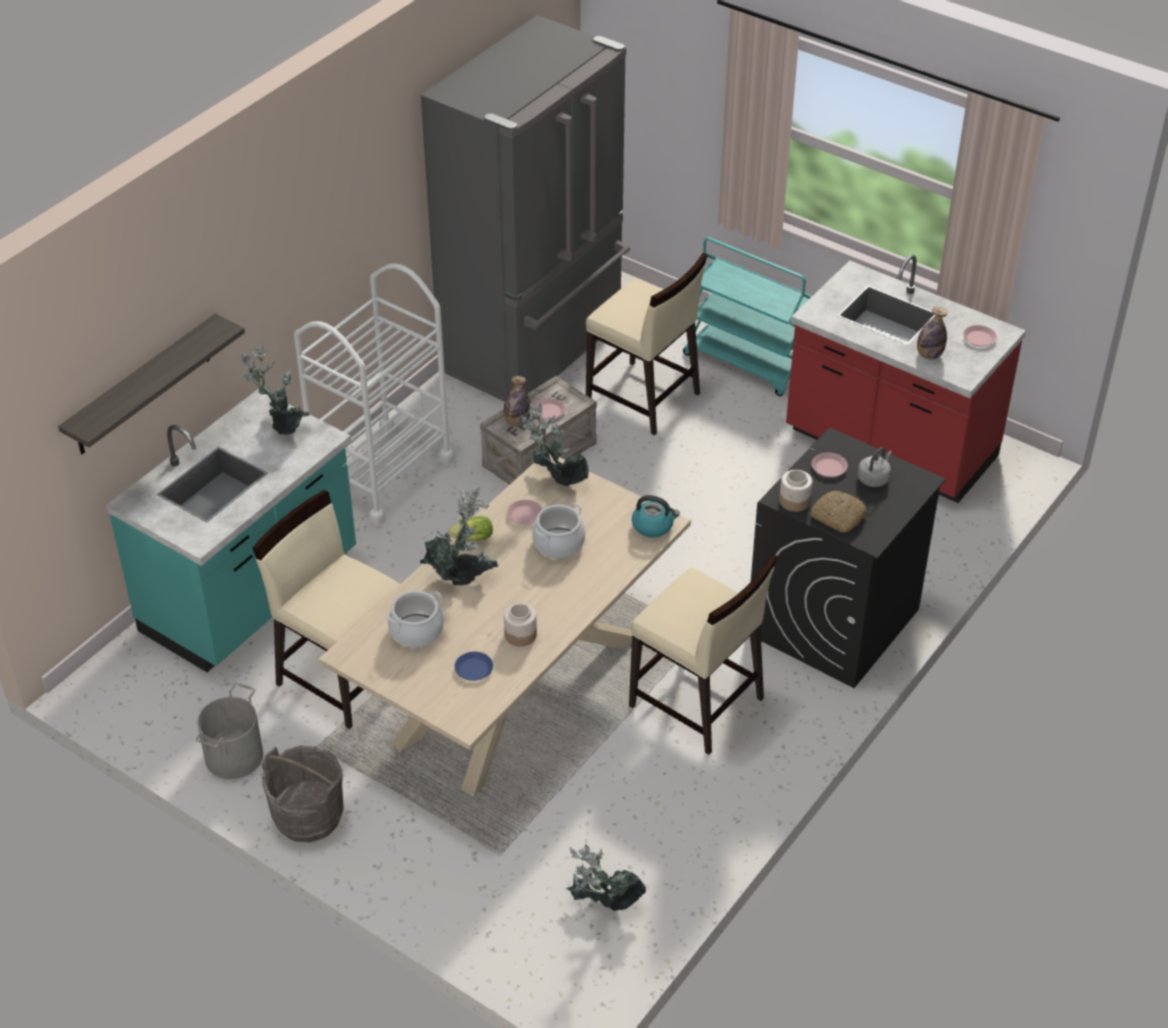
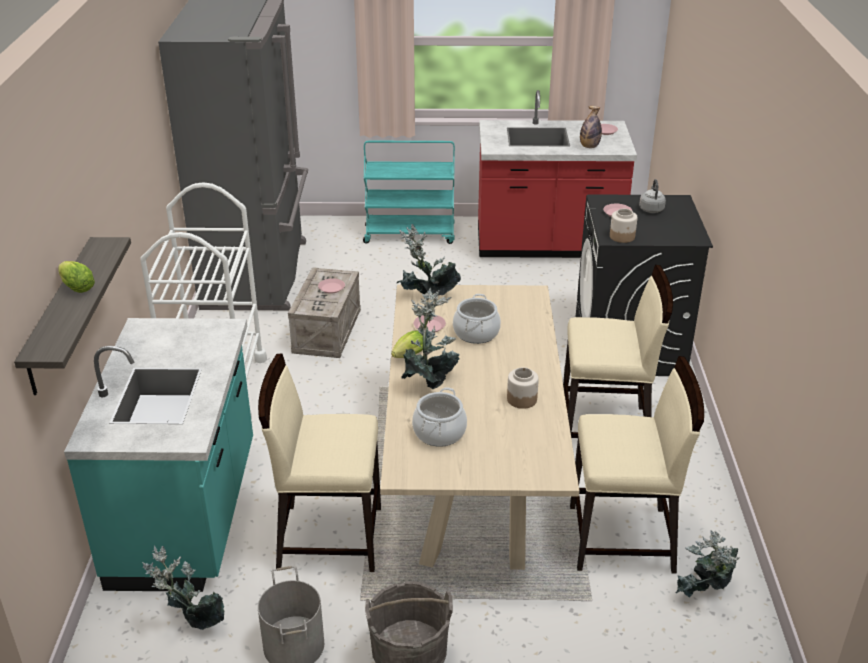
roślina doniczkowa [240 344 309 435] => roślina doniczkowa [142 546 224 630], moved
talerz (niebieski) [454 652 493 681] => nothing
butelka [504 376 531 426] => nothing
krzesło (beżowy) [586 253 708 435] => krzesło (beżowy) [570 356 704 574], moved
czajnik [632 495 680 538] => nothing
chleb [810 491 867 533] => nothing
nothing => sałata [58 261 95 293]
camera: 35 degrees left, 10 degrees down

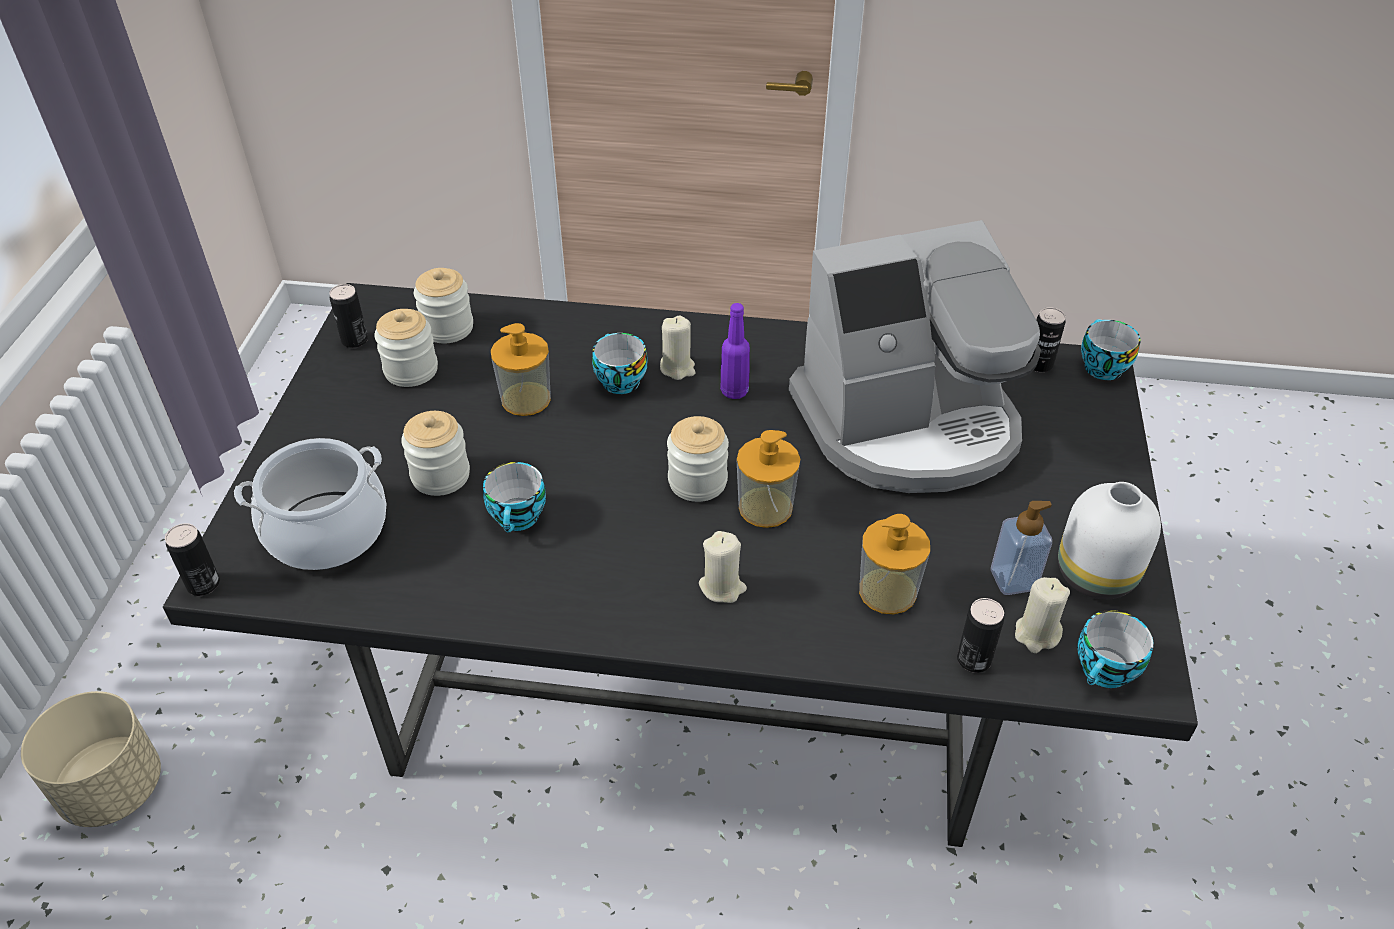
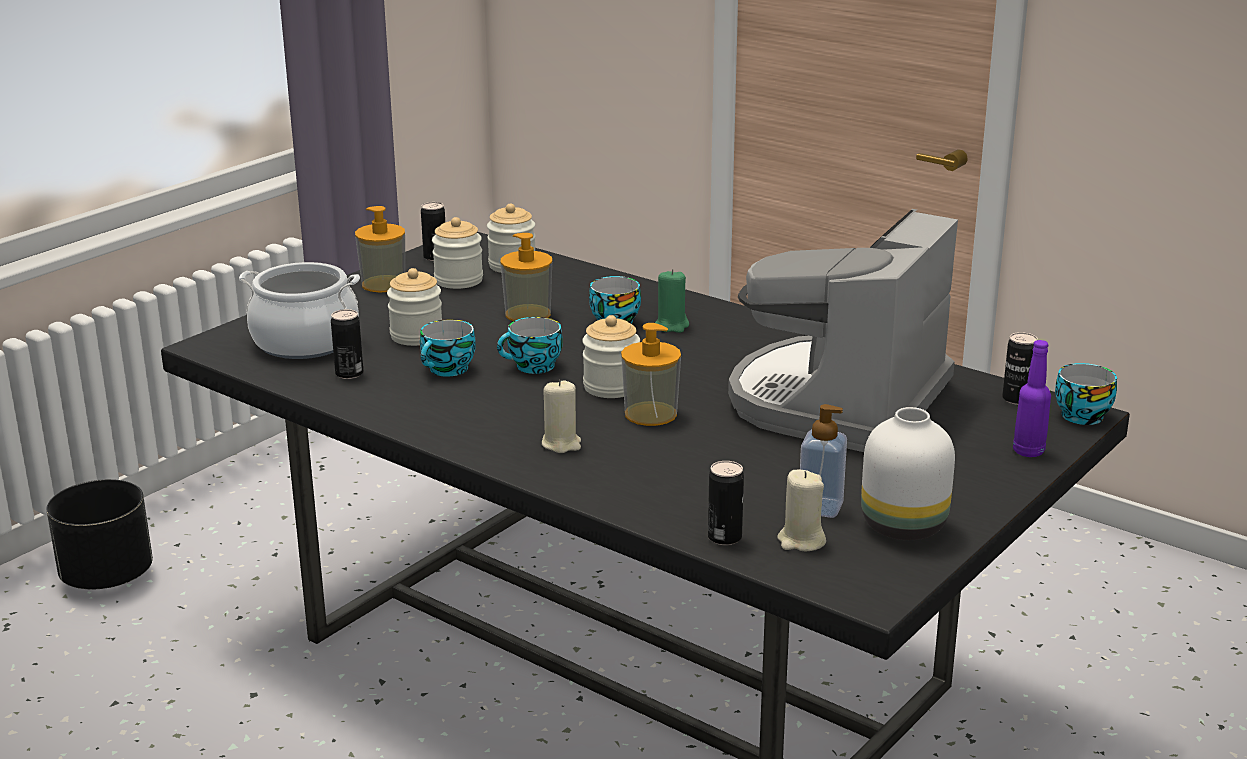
donica (beżowy) [21 691 161 827] => donica (czarny) [47 479 153 589]
puszka [165 523 220 596] => puszka [331 309 364 379], moved
świeca (beżowy) [660 315 695 380] => świeca (zielony) [655 269 689 333]
butelka (fioletowy) [720 303 750 399] => butelka (fioletowy) [1013 340 1051 457], moved
ekspres do kawy [789 220 1041 493] => ekspres do kawy [728 209 958 452], 105 degrees clockwise
dozownik mydła [859 514 930 614] => dozownik mydła [355 206 405 292], moved
filiżanka [1077 610 1153 688] => filiżanka [497 317 563 374], moved
camera: 30 degrees right, 20 degrees down

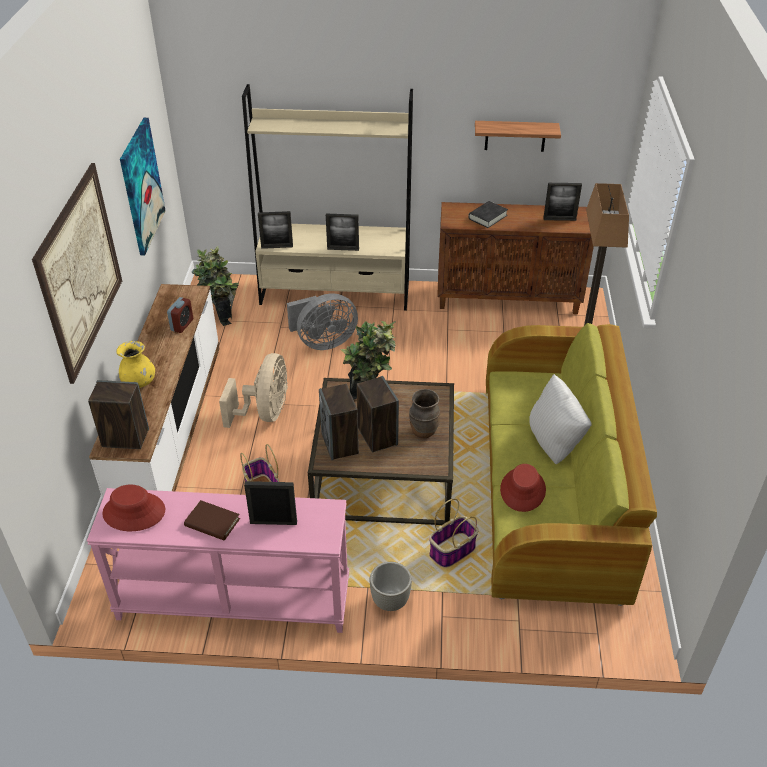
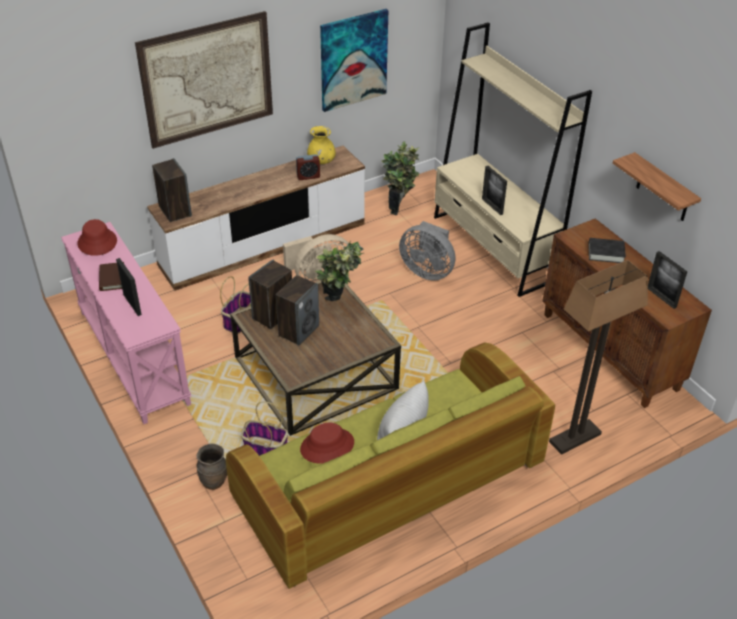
wazon (żółty) [117 341 155 388] => wazon (żółty) [307 126 336 164], moved
ramka na zdjęcie [258 211 293 249] => nothing
donica (szary) [370 562 412 611] => nothing
wazon (brązowy) [409 389 440 438] => wazon (brązowy) [196 443 227 490], moved
camera: 55 degrees right, 0 degrees up

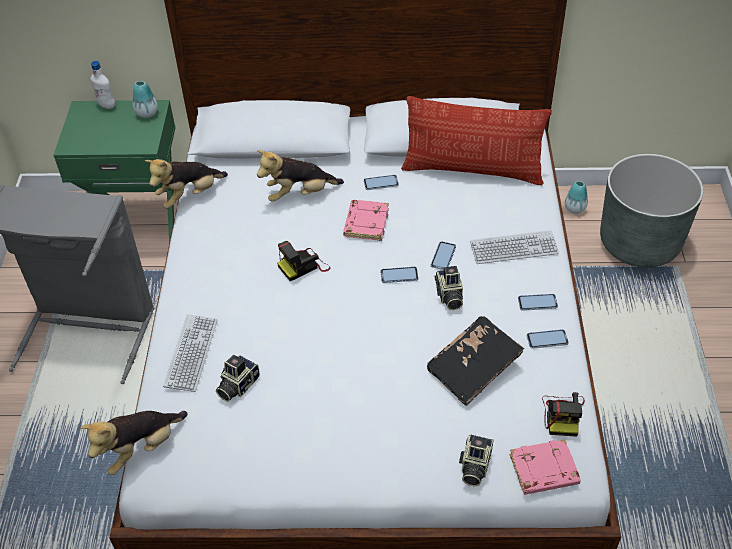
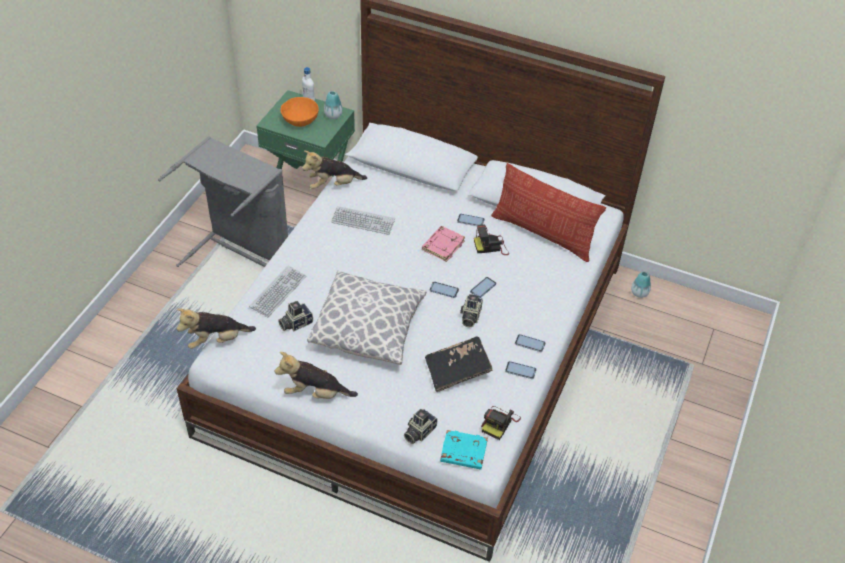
pluszak [257 150 344 202] => pluszak [274 352 358 399], moved
aparat fotograficzny [277 241 330 281] => aparat fotograficzny [474 224 509 255], moved
klawiatura [470 230 559 264] => klawiatura [331 206 395 235], moved
książka (różowy) [509 439 581 495] => książka (turkusowy) [440 430 488 469]
donica (szary) [600 154 703 268] => nothing
nothing => miska (pomarańczowy) [280 97 319 127]
nothing => poduszka [307 271 426 365]
camera: 20 degrees right, 0 degrees up

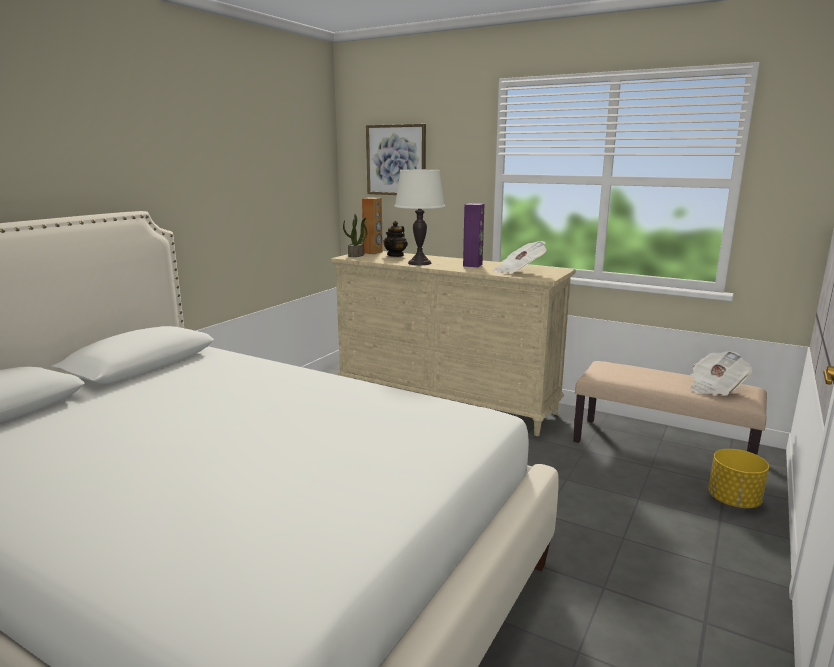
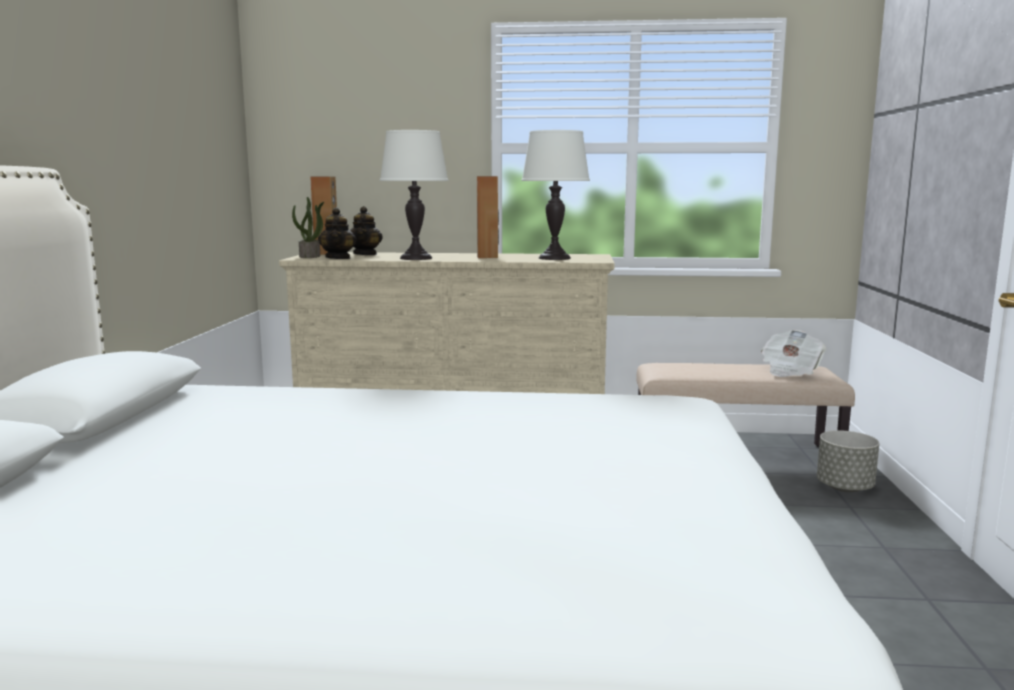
obraz [366 124 426 195] => nothing
głośnik (fioletowy) [463 203 484 267] => głośnik (brązowy) [477 176 499 258]
gazeta [493 241 547 273] => lampa stołowa (biały) [521 130 590 260]
donica (żółty) [708 449 769 508] => donica (szary) [817 430 880 492]
nothing => imbryk [318 208 356 259]
camera: 25 degrees left, 5 degrees down

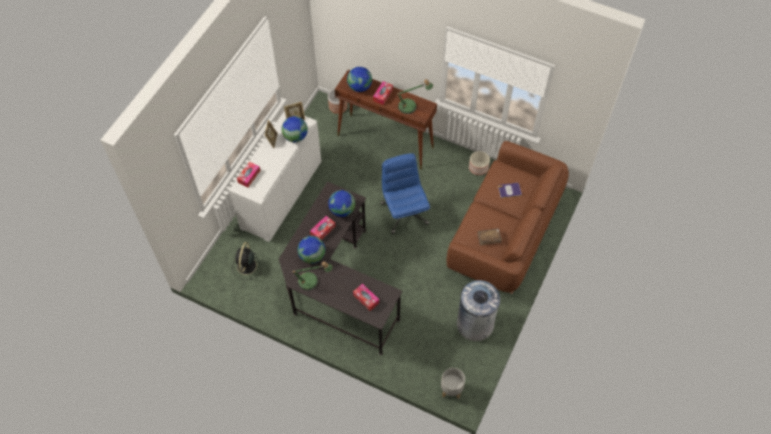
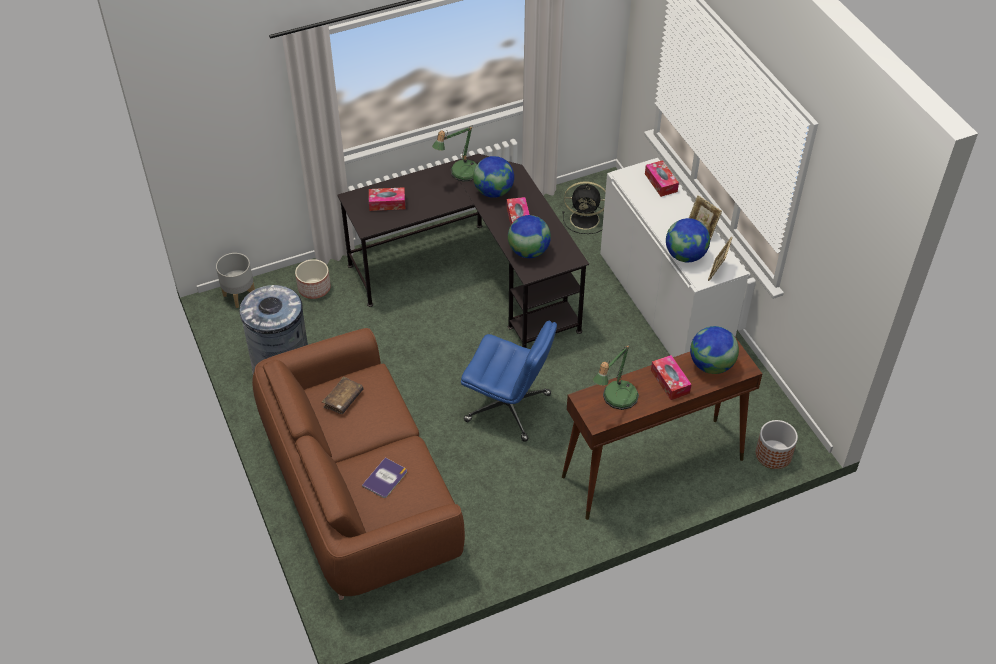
wentylator (czarny) [232 242 261 280] => wentylator (czarny) [562 181 606 234], 135 degrees clockwise
donica [469 151 490 175] => donica [295 259 331 299], moved
camera: 130 degrees right, 10 degrees down

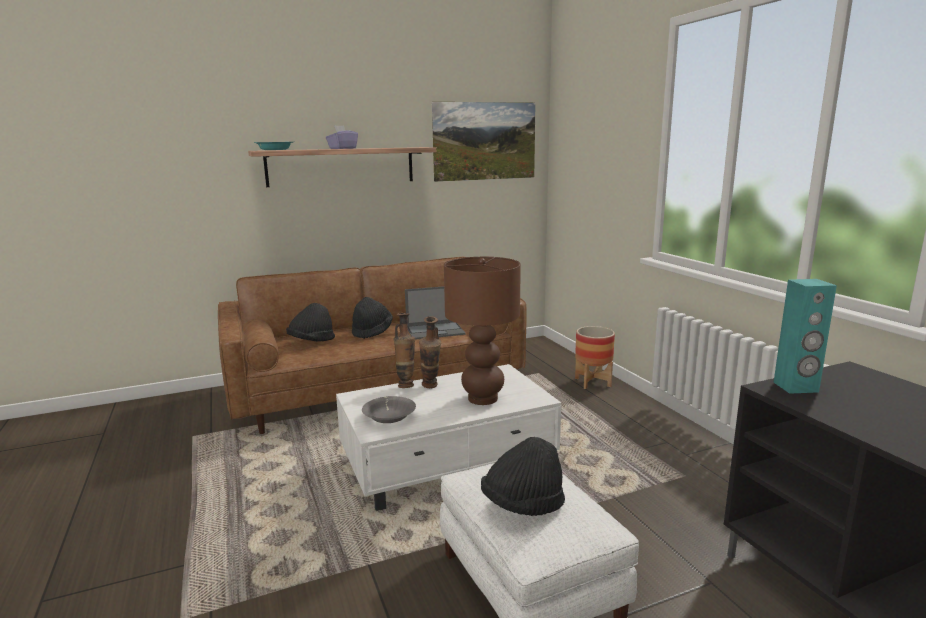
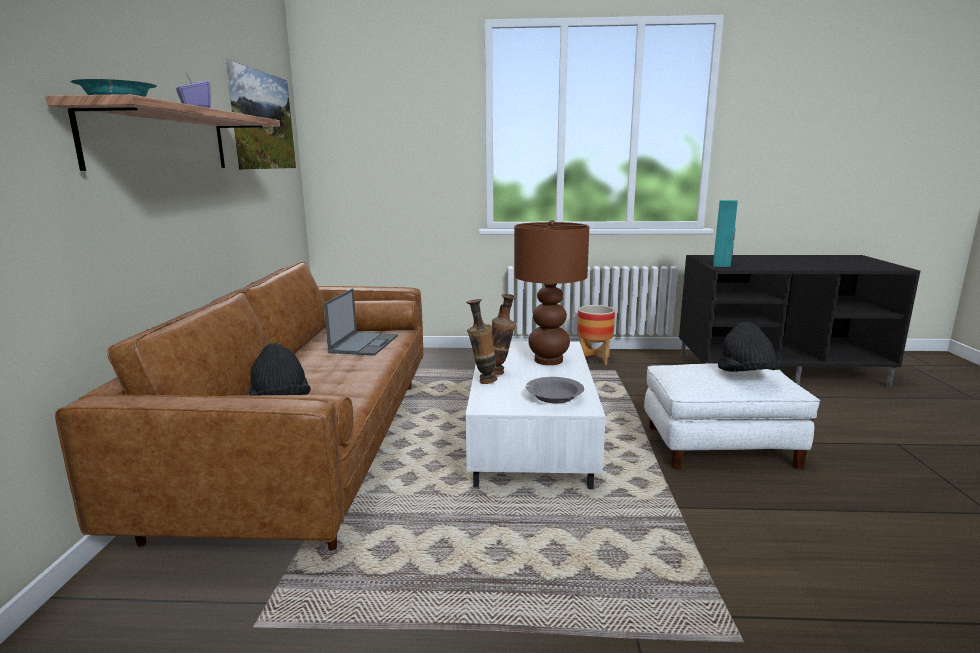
kapelusz (czarny) [352 297 393 339] => nothing
donica [575 326 615 389] => donica [577 305 615 365], moved
camera: 65 degrees left, 0 degrees up

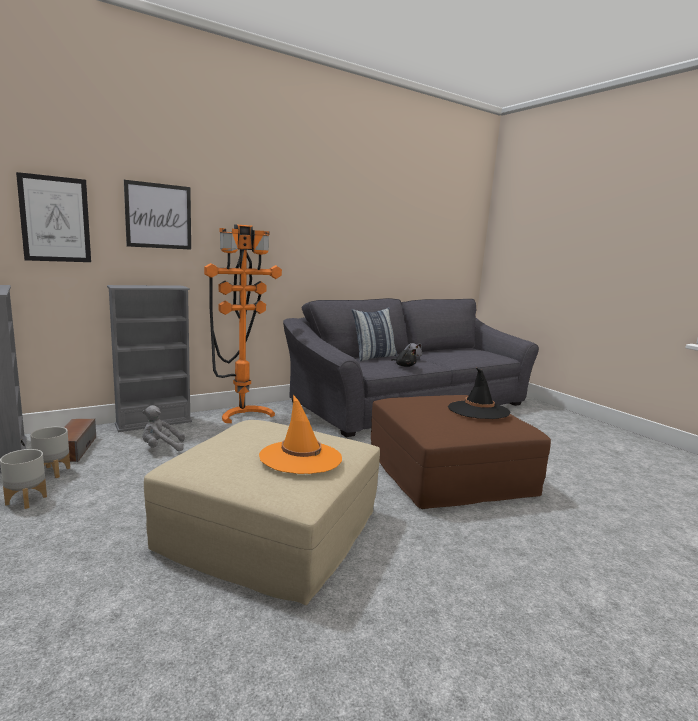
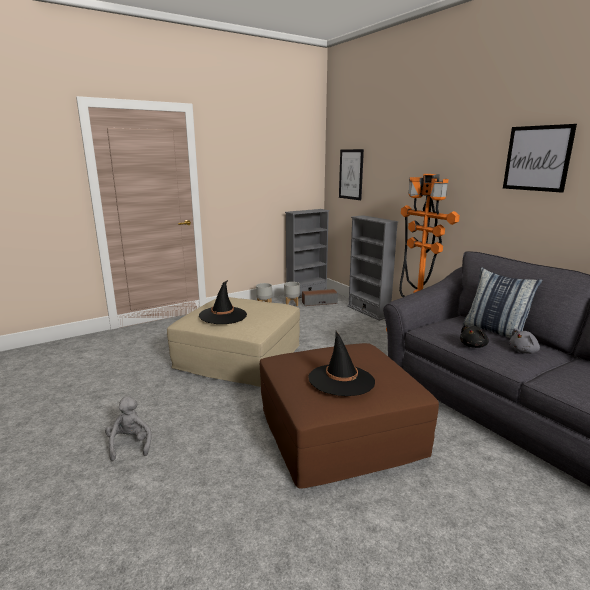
obraz [124 180 191 250] => obraz [503 124 577 193], moved
pluszak (szary) [142 405 185 451] => pluszak (szary) [105 396 151 461], moved
kapelusz (pomarańczowy) [259 395 342 474] => kapelusz (czarny) [199 280 247 324]
camera: 90 degrees right, 5 degrees up

